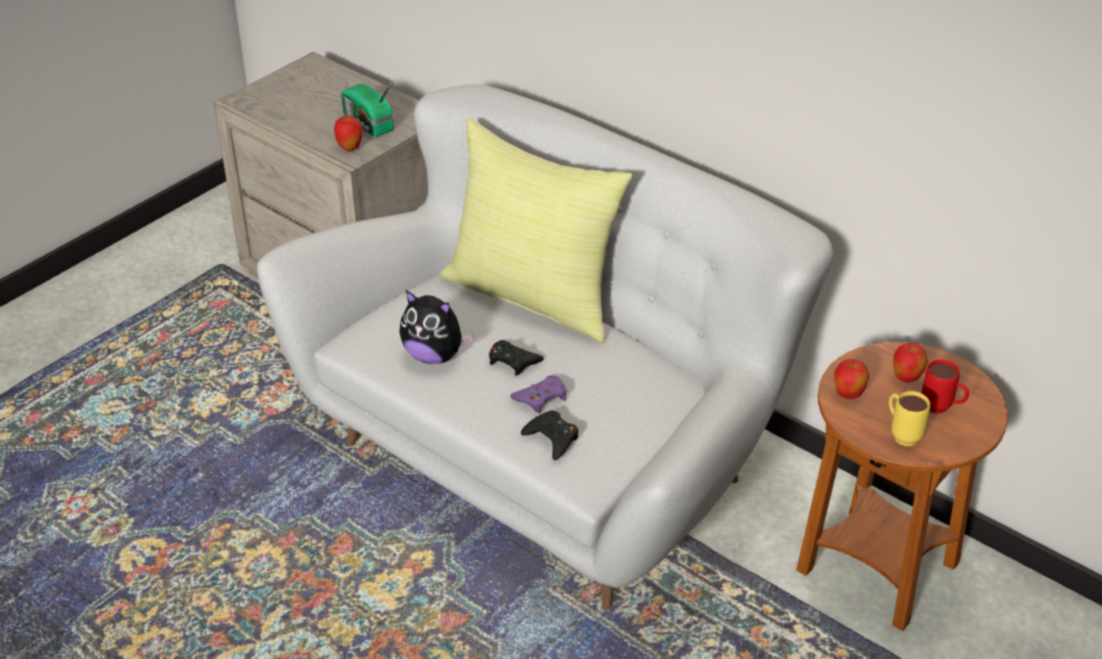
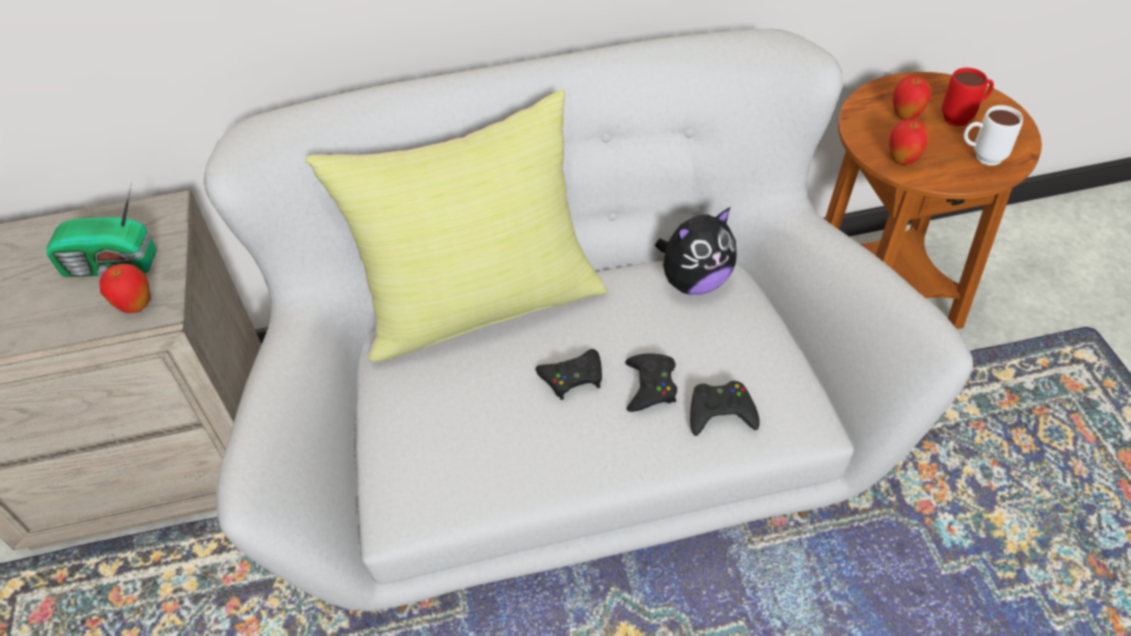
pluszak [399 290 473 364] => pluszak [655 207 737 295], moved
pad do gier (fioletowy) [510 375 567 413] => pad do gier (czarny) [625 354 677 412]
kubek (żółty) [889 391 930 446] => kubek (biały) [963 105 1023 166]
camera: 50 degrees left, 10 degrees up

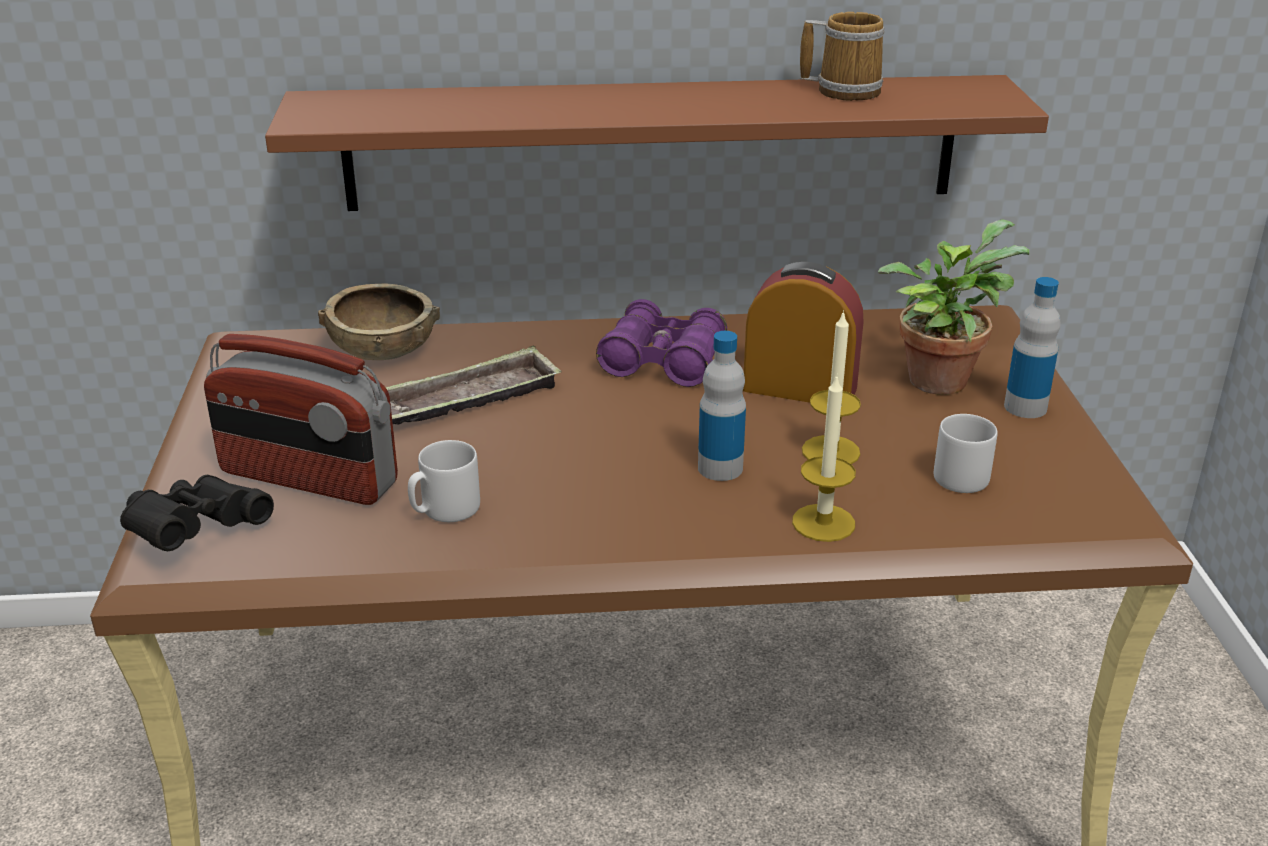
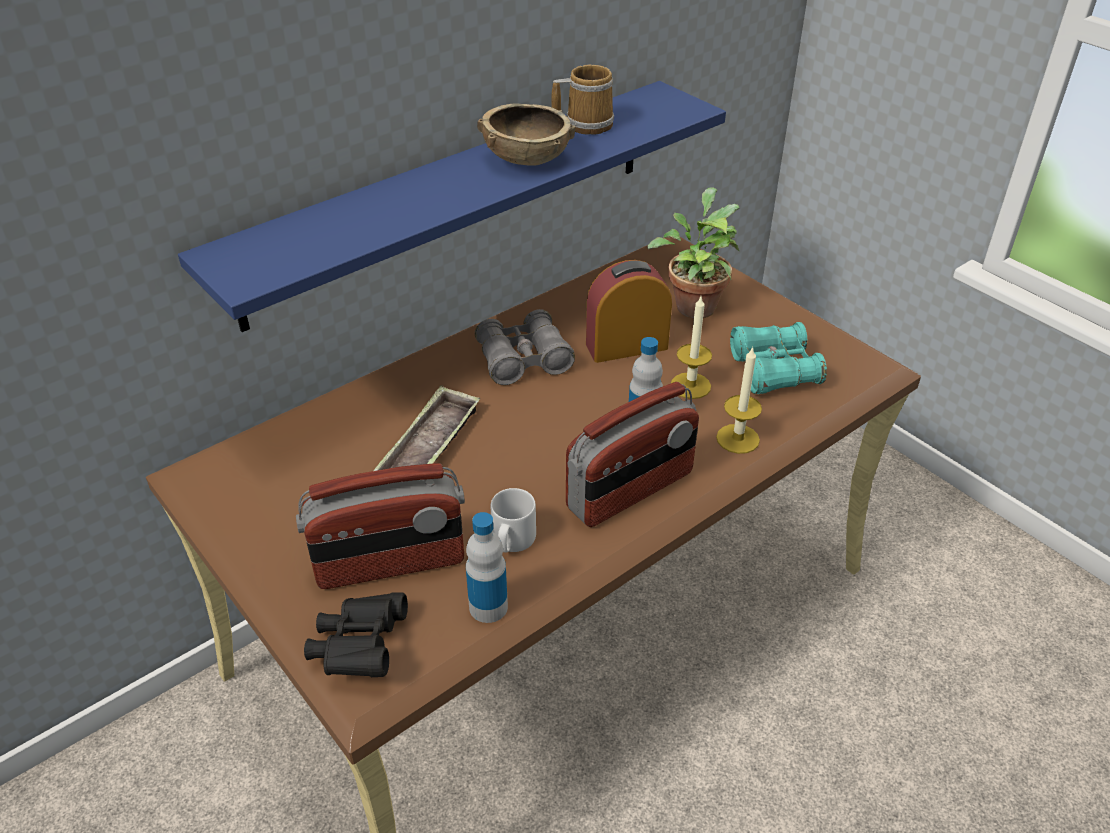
półka (brązowy) [265 75 1049 211] => półka (niebieski) [178 81 726 332]
miska (brązowy) [318 284 440 360] => miska (brązowy) [477 103 576 166], moved
lornetka (fioletowy) [596 299 727 387] => lornetka (szary) [475 309 575 385]
kubek (szary) [934 414 997 493] => lornetka (turkusowy) [730 322 827 394]
butelka [1004 277 1061 418] => butelka [466 512 508 623], moved
nothing => radio [566 382 699 527]
camera: 35 degrees left, 10 degrees up

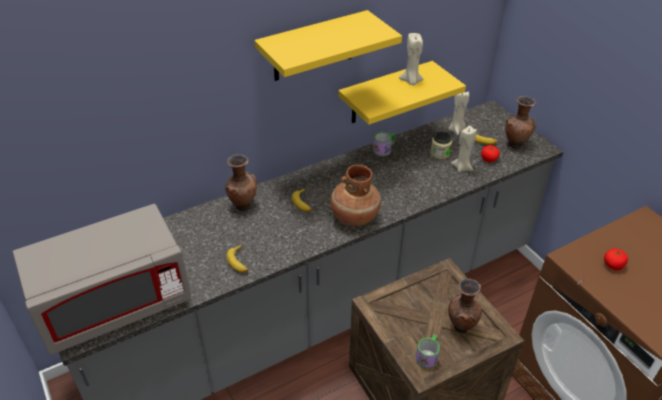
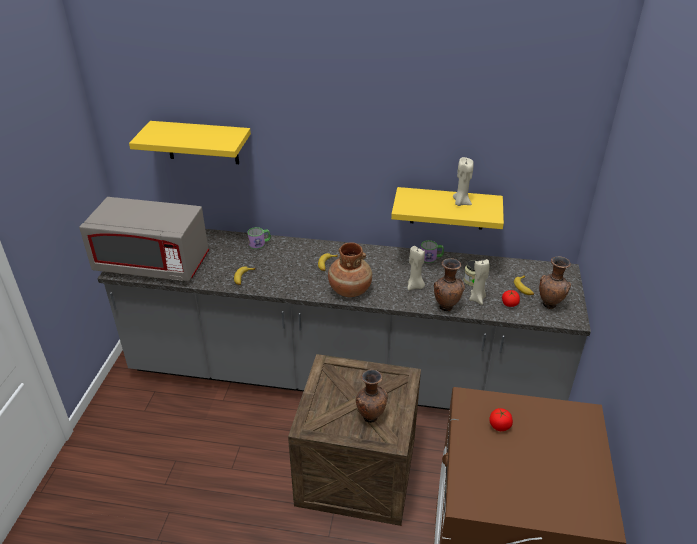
wazon (brązowy) [225 154 257 211] => wazon (brązowy) [434 258 465 311], moved
półka (żółty) [254 10 402 81] => półka (żółty) [129 121 251 164], moved
kubek [416 335 440 369] => kubek [247 227 271 249], moved
świeca (beżowy) [448 92 469 135] => świeca (beżowy) [407 246 425 291], moved
camera: 40 degrees right, 5 degrees down

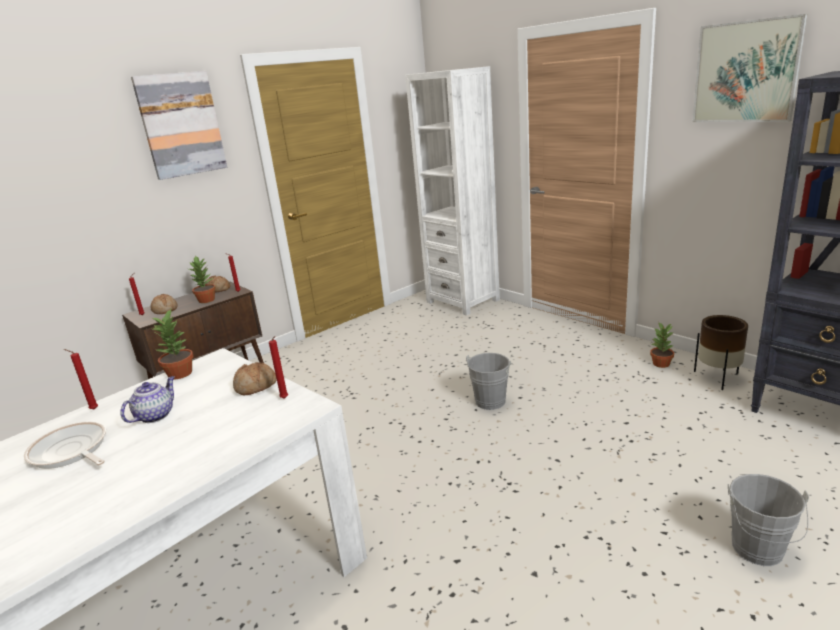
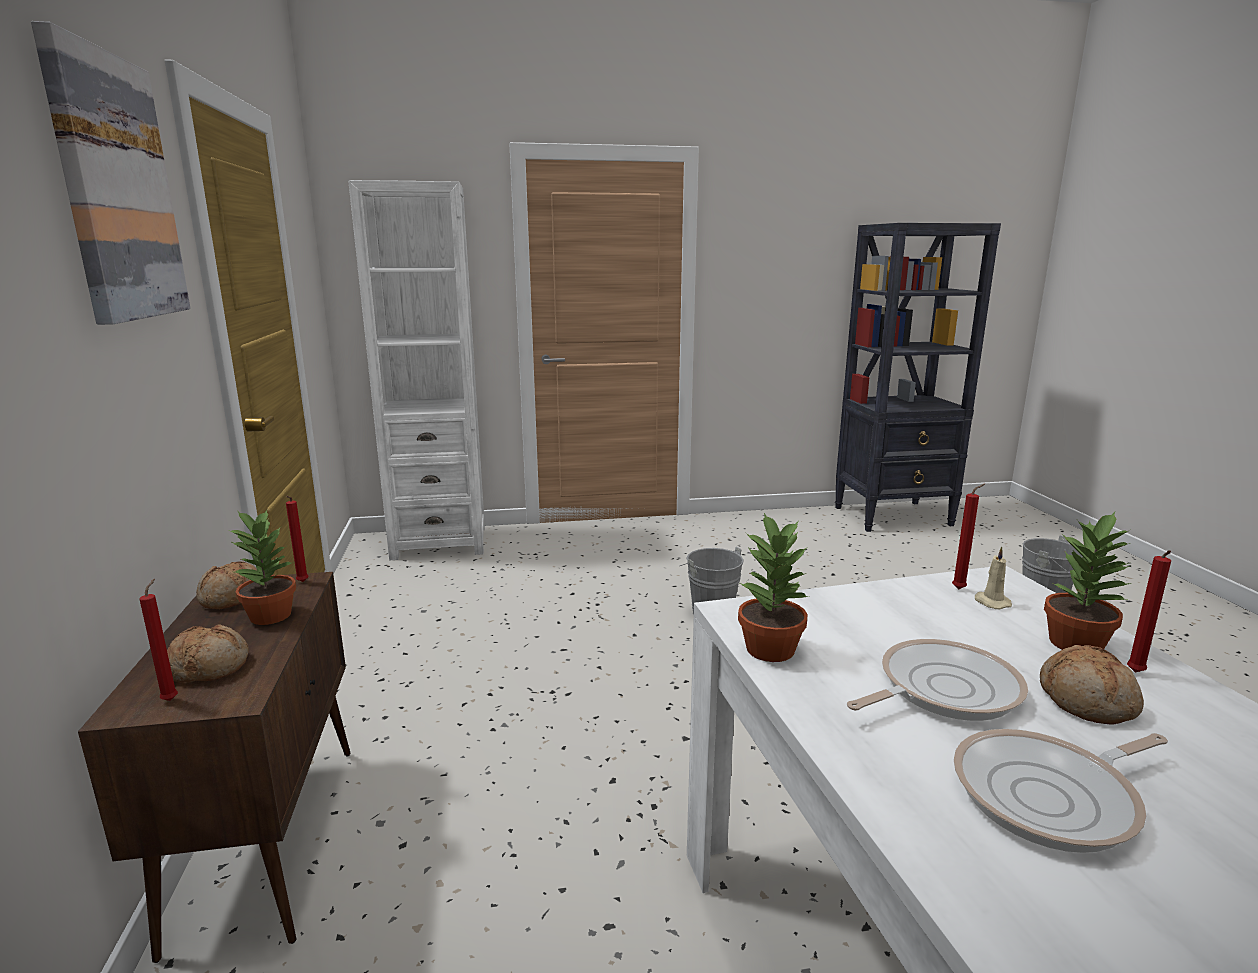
świeca (czerwony) [64 349 98 410] => świeca (czerwony) [1127 550 1171 673], moved
imbryk [120 376 174 423] => patelnia [847 639 1028 721]
chleb [233 362 277 396] => chleb [1040 645 1144 725], moved
roślina doniczkowa [650 323 674 368] => roślina doniczkowa [1044 512 1131 650], moved
obraz [692 14 807 122] => nothing
donica (brązowy) [694 315 748 390] => nothing
nothing => świeca (beżowy) [975 546 1012 609]
camera: 60 degrees left, 5 degrees down

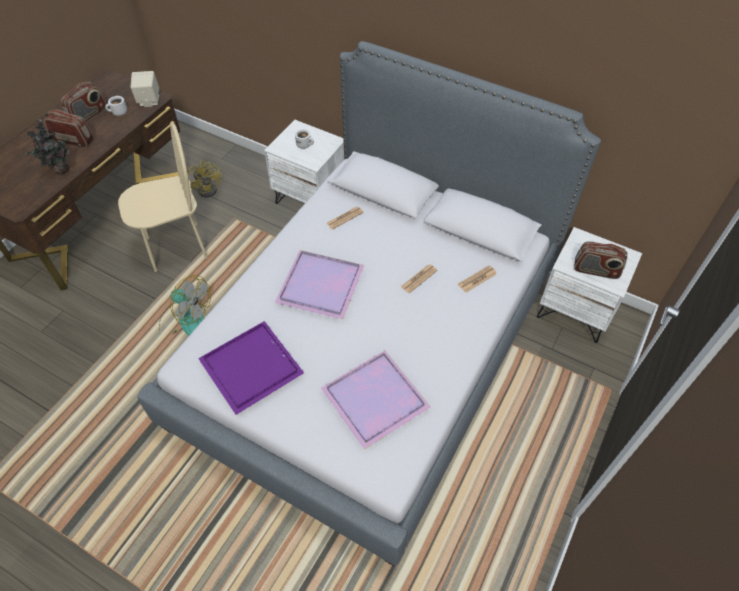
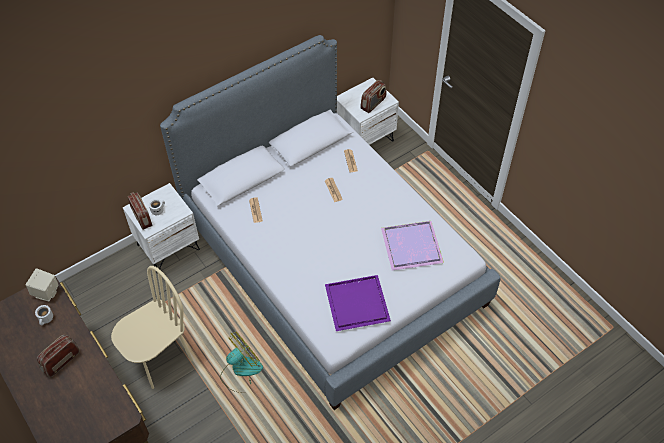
roślina doniczkowa [25 119 70 175] => nothing
radio [61 82 106 122] => radio [127 192 153 230], moved
krzesło (beżowy) [118 123 208 272] => krzesło (beżowy) [111 266 193 389], 45 degrees clockwise
wentylator (żółty) [188 160 222 198] => nothing
taca (fioletowy) [275 250 364 320] => nothing
camera: 65 degrees left, 0 degrees up

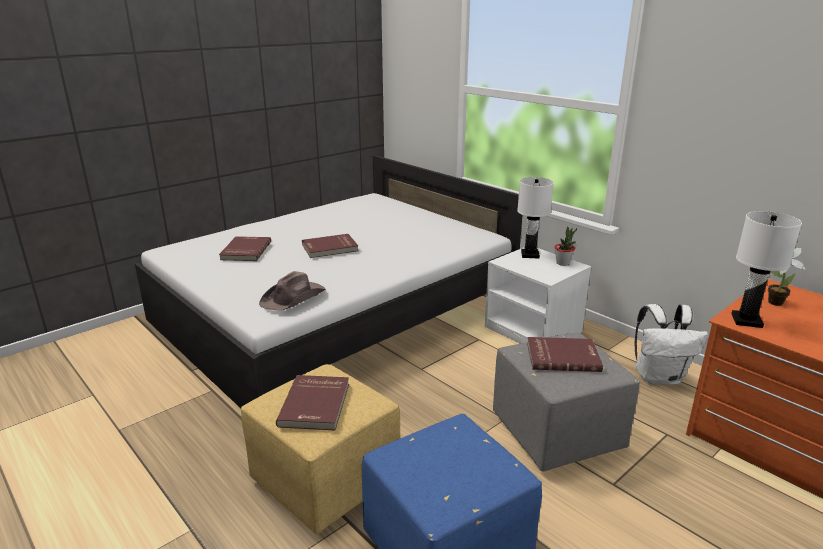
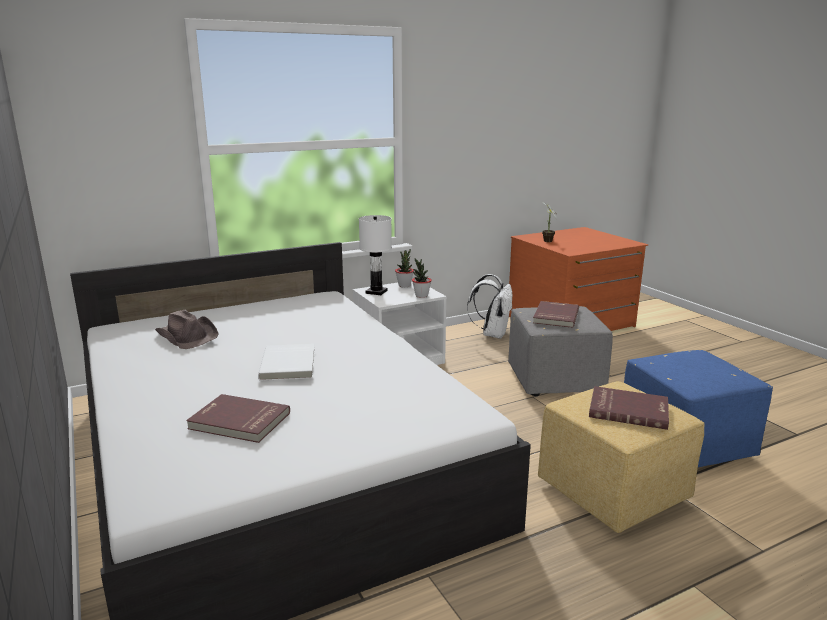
kapelusz (brązowy) [259 271 326 311] => kapelusz (brązowy) [155 310 219 349], moved
książka (czerwony) [302 234 359 258] => książka (biały) [258 344 315 381]
lampa stołowa (biały) [731 211 802 328] => nothing
nothing => roślina doniczkowa [412 258 432 298]
camera: 75 degrees left, 5 degrees down

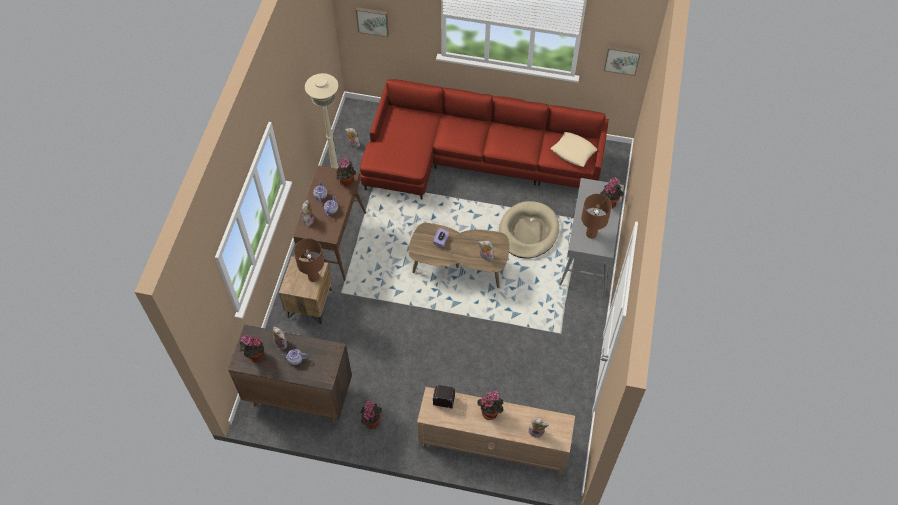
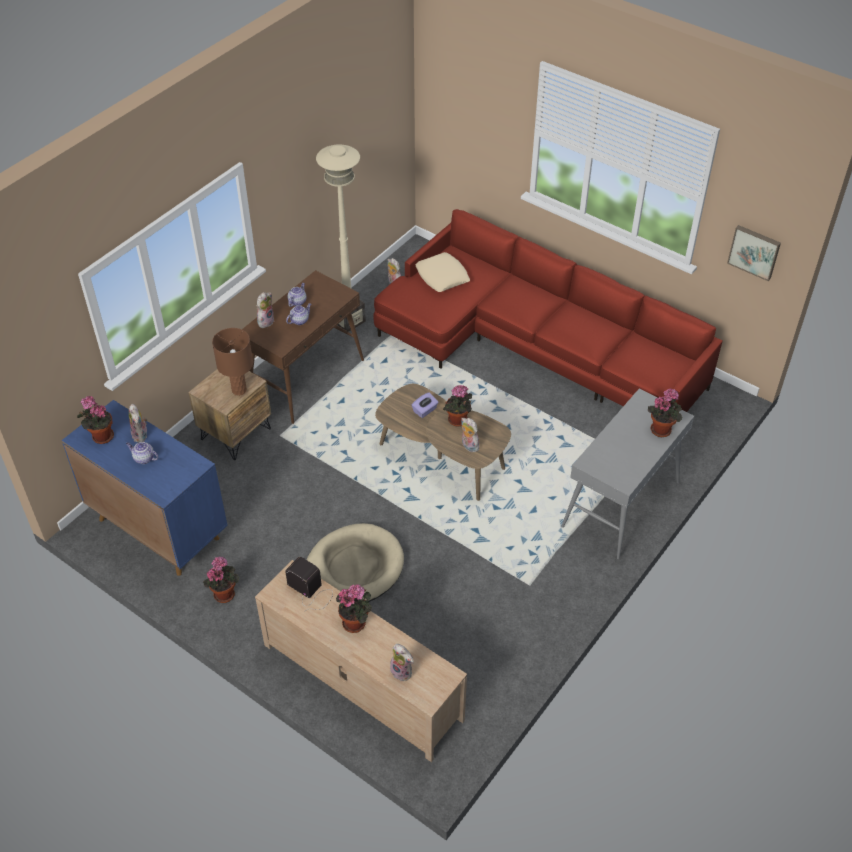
szafka (brązowy) [228 325 352 422] => szafka (niebieski) [62 400 228 576]
roślina doniczkowa [336 158 356 187] => roślina doniczkowa [443 385 472 427], moved
obraz [356 7 389 37] => nothing
legowisko (beżowy) [499 201 559 259] => legowisko (beżowy) [307 523 404 602], moved
poduszka (beżowy) [551 132 597 167] => poduszka (beżowy) [416 252 470 292], moved
lampa stołowa (brązowy) [581 194 612 239] => nothing
camera: 25 degrees right, 10 degrees down

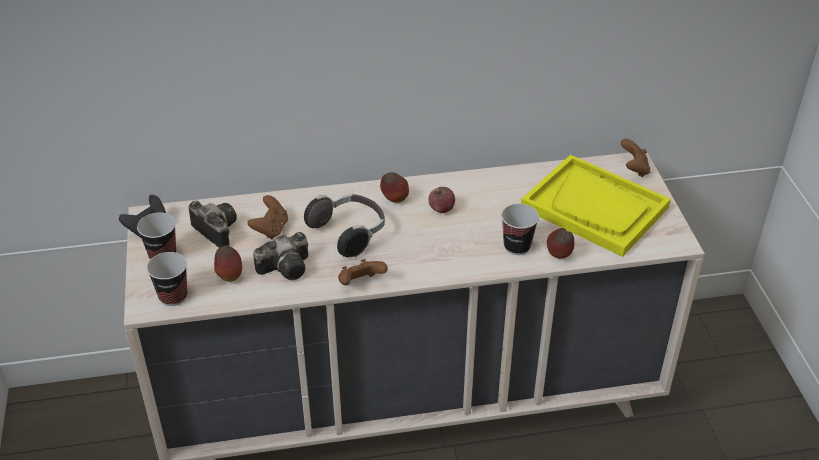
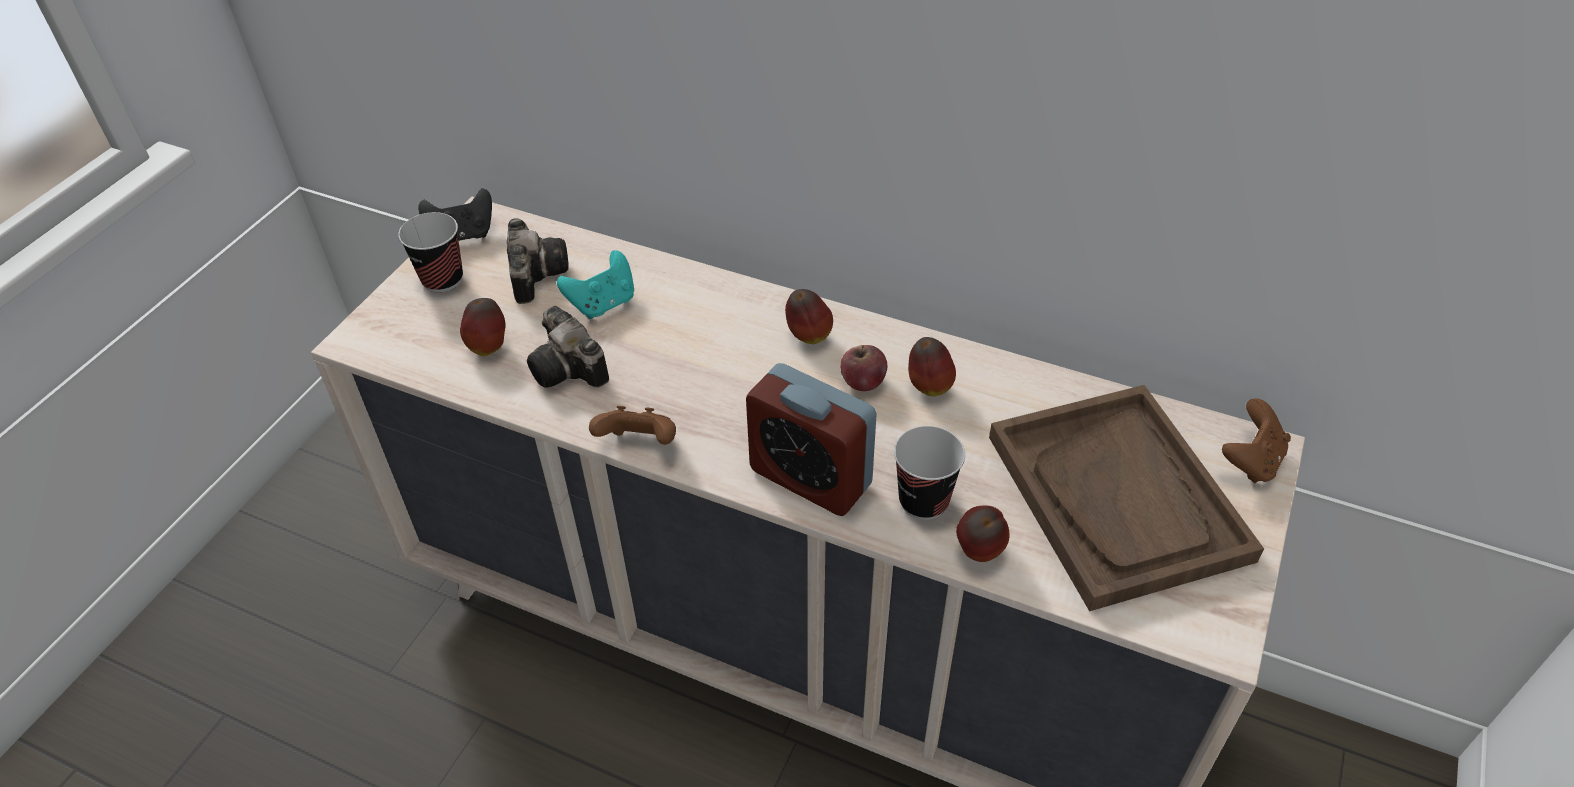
filiżanka [147 252 187 306] => nothing
pad do gier (brązowy) [248 195 288 239] => pad do gier (turkusowy) [557 250 634 319]
aparat fotograficzny [253 232 308 280] => aparat fotograficzny [527 306 609 388], 45 degrees clockwise
słuchawki [304 194 385 257] => nothing
taca (żółty) [521 155 671 257] => taca (brązowy) [989 385 1264 611]
nothing => budzik [746 363 877 516]
nothing => jabłko [908 337 956 397]
camera: 35 degrees right, 5 degrees up

